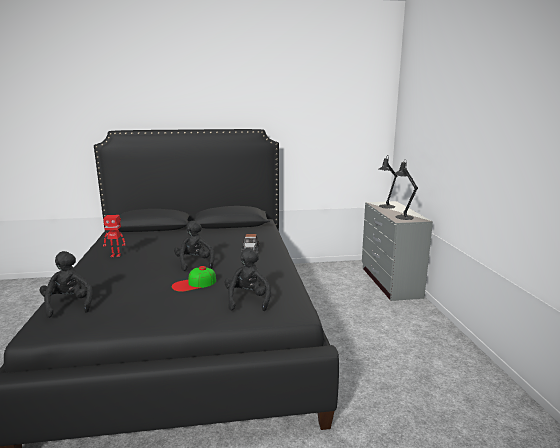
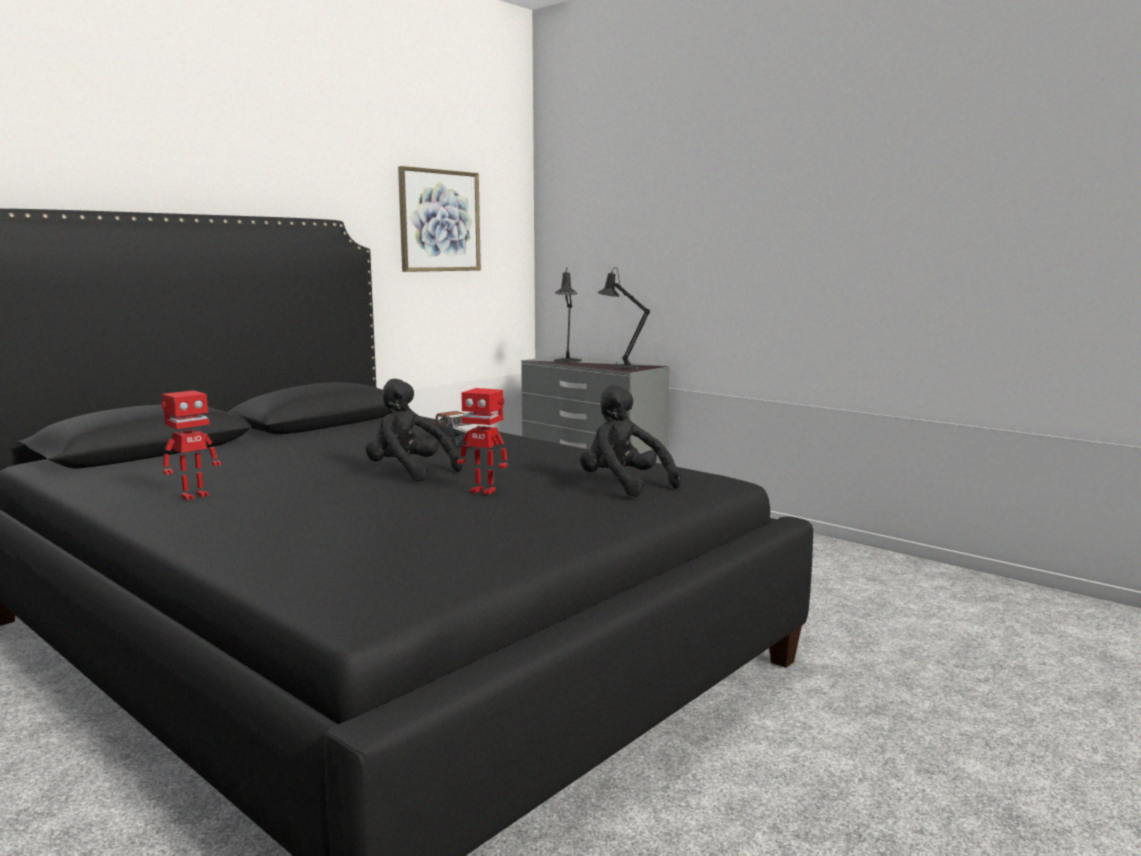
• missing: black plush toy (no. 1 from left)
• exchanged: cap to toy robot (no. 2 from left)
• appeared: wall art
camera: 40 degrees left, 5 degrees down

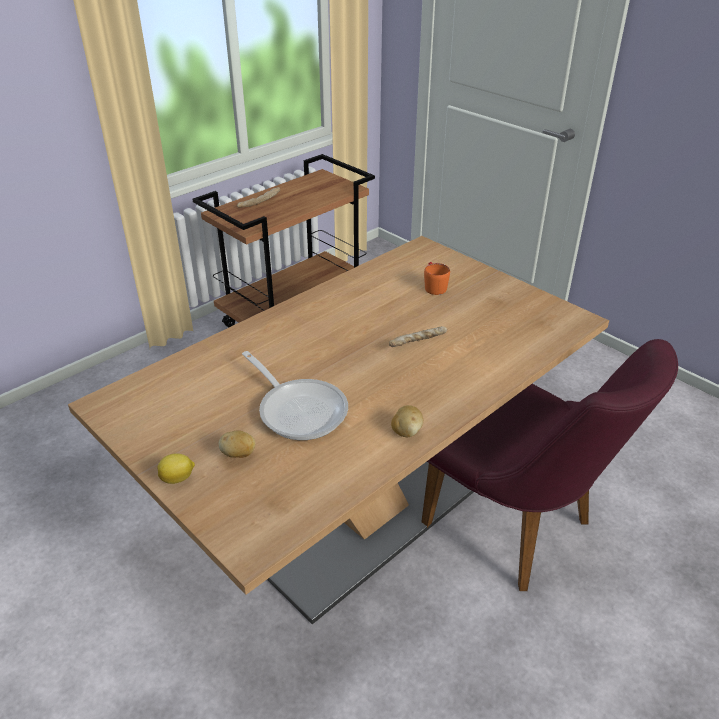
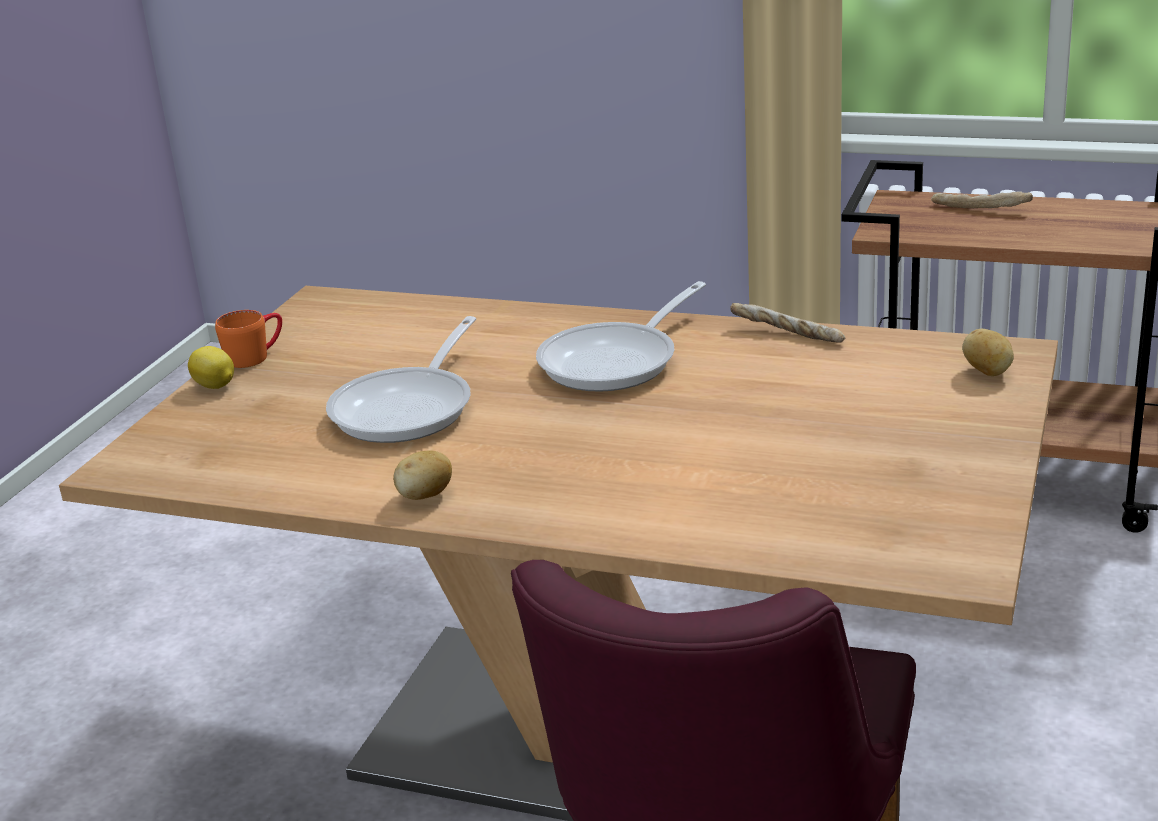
• relocated: spud (no. 1 from left in the first image) to spud (no. 2 from left)
• relocated: bread (no. 2 from left in the first image) to bread (no. 1 from left)
• relocated: orangey tea mug
• appeared: frying pan (no. 2 from left)
camera: 65 degrees right, 10 degrees down

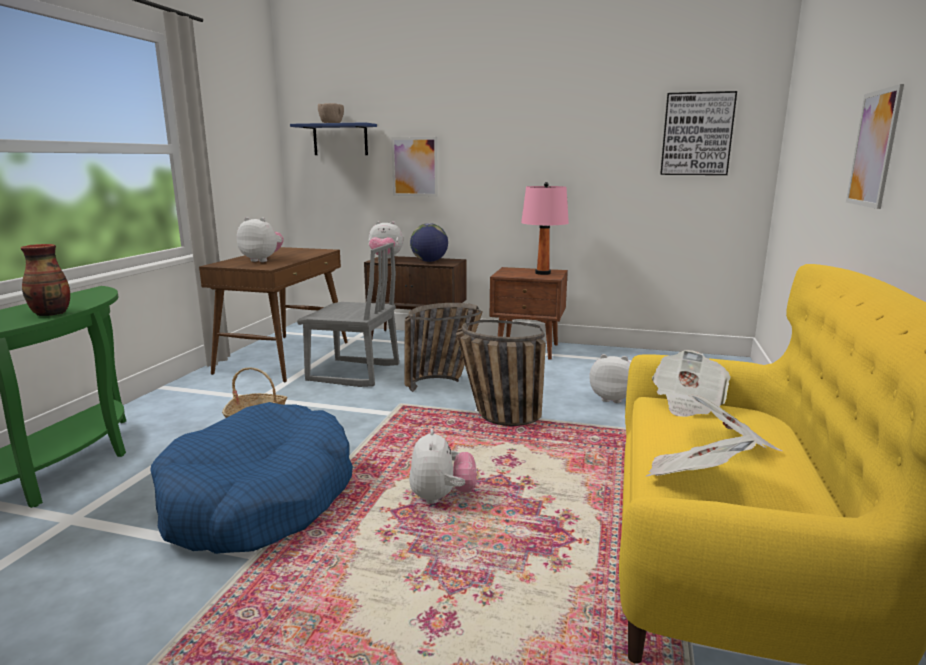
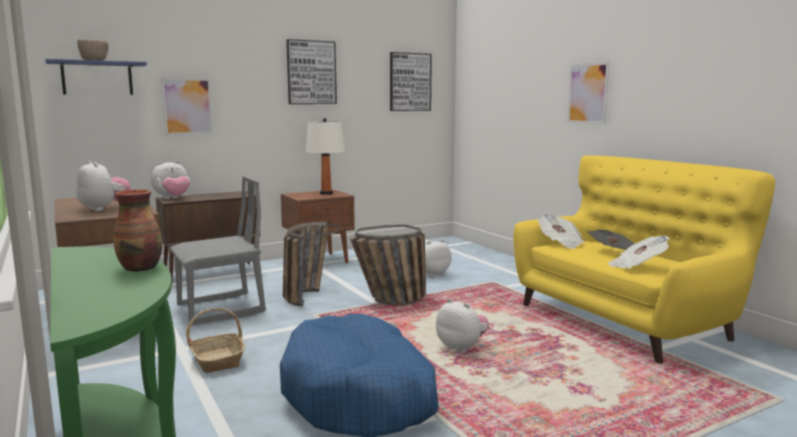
• spun: plush toy (no. 1 from left) 75 degrees clockwise
• missing: desk globe
• colour: pink-coloured tabletop lamp to white tabletop lamp
• appeared: wall art (no. 2 from left)
camera: 45 degrees left, 5 degrees down

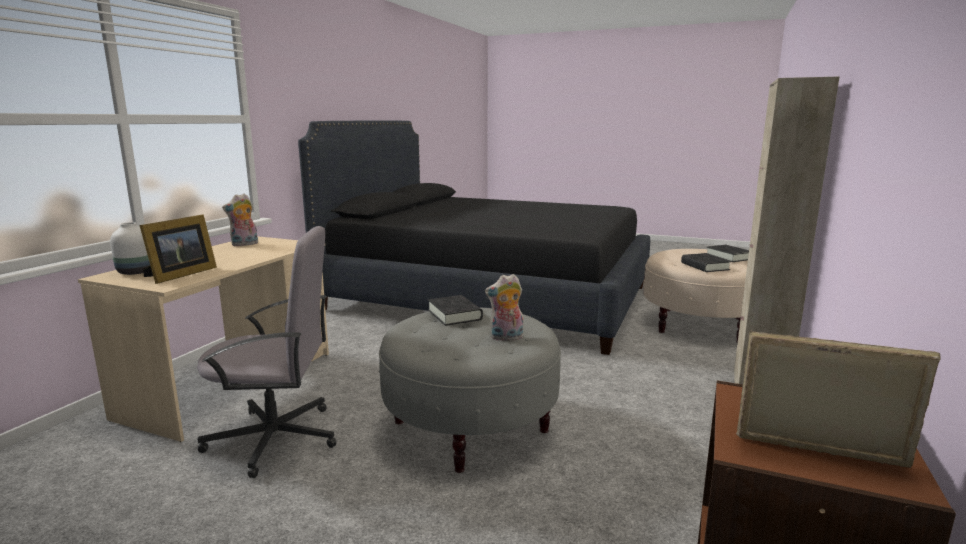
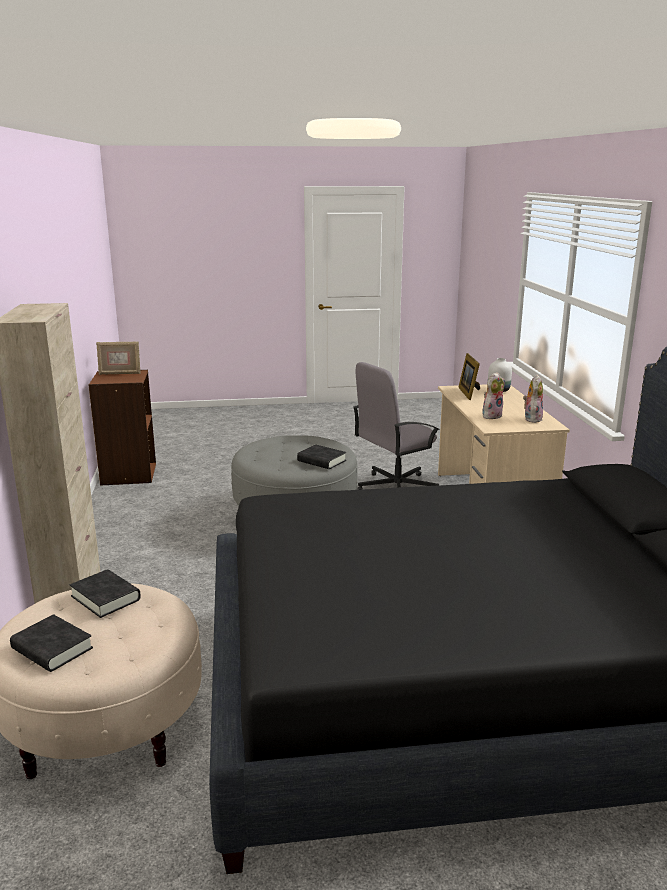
• relocated: plush toy (no. 2 from left in the first image) to plush toy (no. 1 from left)
camera: 150 degrees right, 5 degrees up

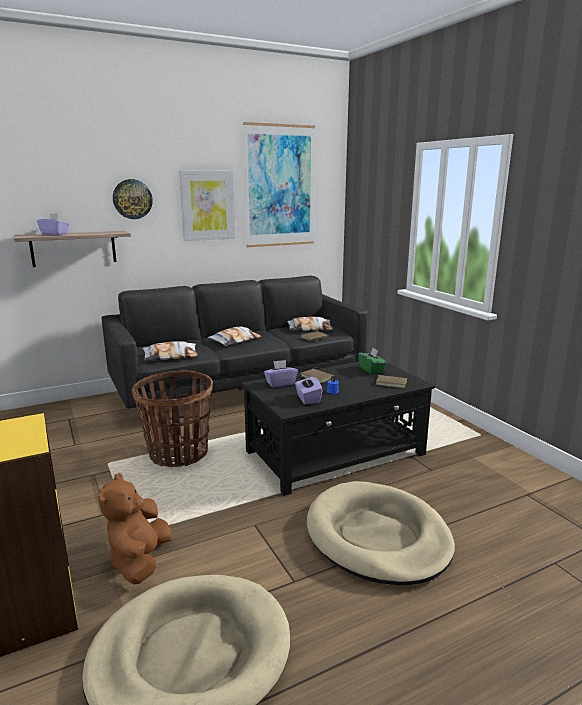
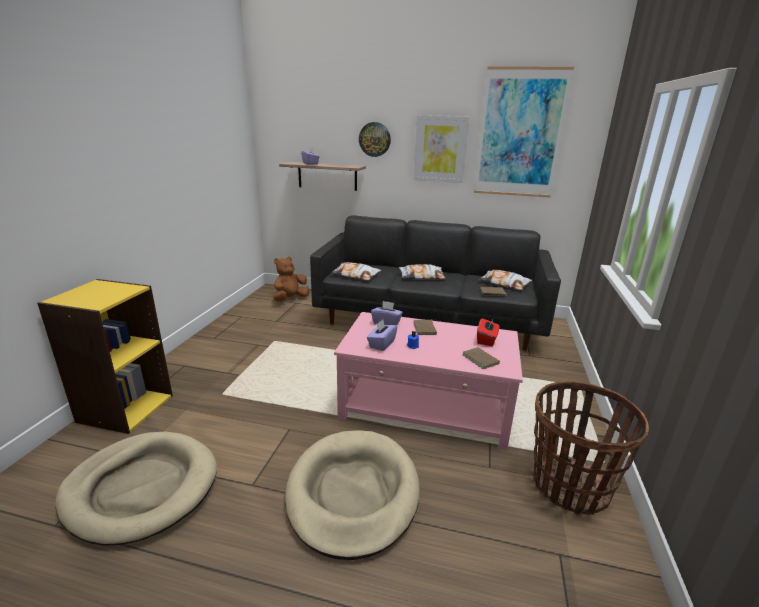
• relocated: brown plush toy
• relocated: household basket
• colour: black coffee table to pink-coloured coffee table
• colour: green-coloured box of tissues to red box of tissues
camera: 40 degrees right, 5 degrees up

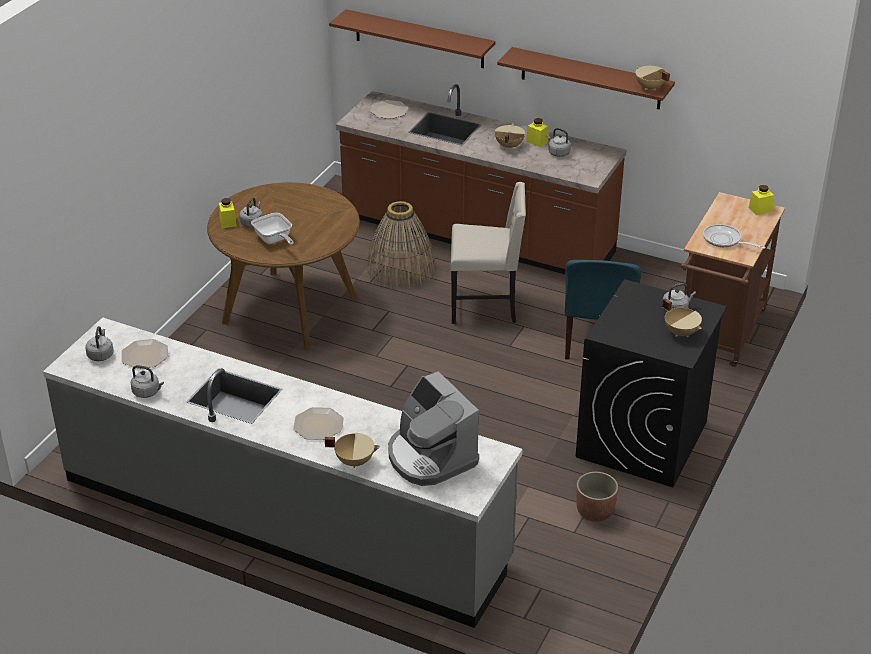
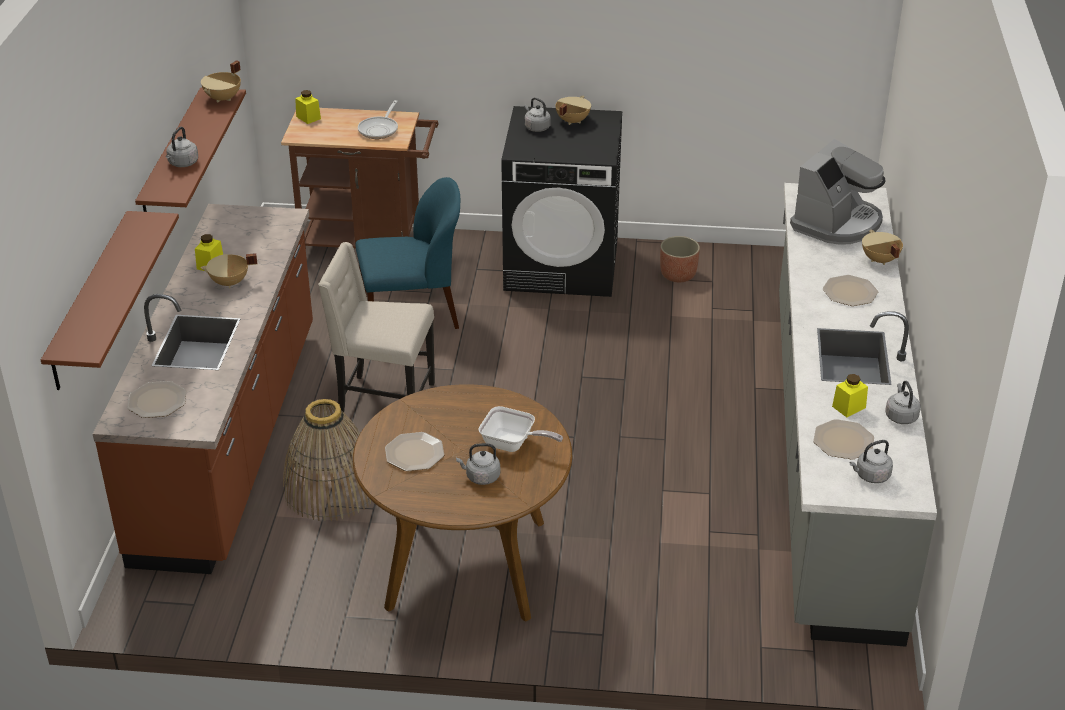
• relocated: yellowish storage jar (no. 1 from left in the first image) to yellowish storage jar (no. 3 from left)
• spun: frying pan (no. 1 from left in the first image) 75 degrees clockwise
• spun: sand-coloured upright chair 60 degrees counterclockwise
• relocated: grey kettle (no. 4 from left in the first image) to grey kettle (no. 1 from left)
• appeared: plate (no. 2 from left)
camera: 110 degrees left, 0 degrees up

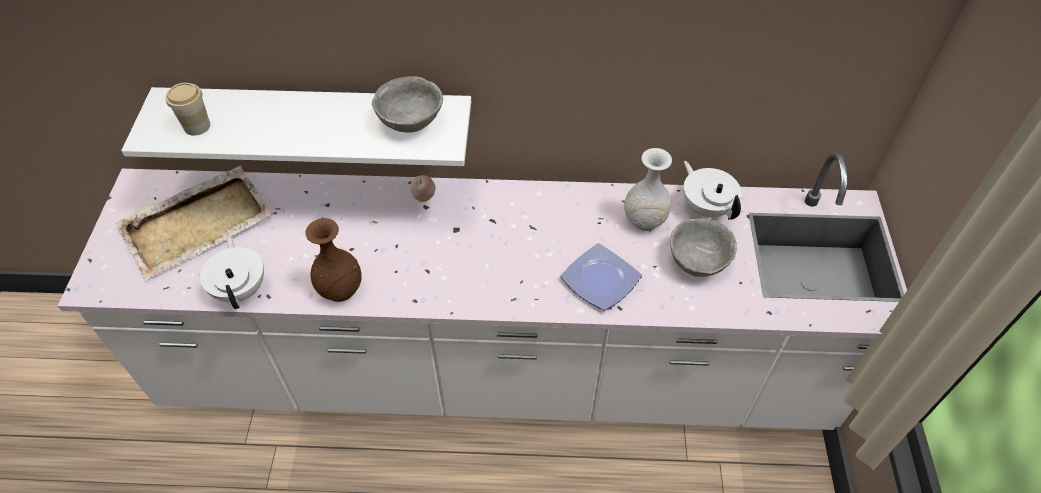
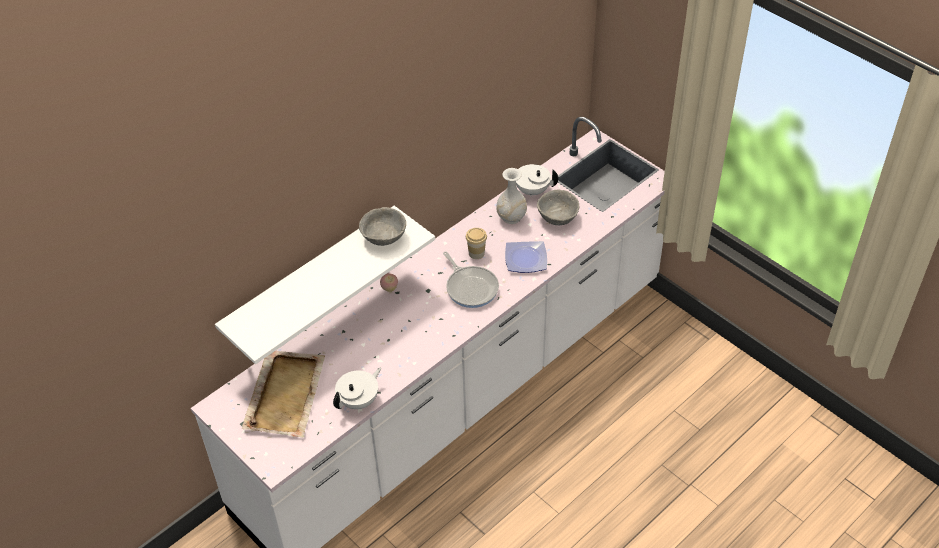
• relocated: small cup
• spun: white teapot (no. 1 from left) 105 degrees clockwise
• missing: brown vase
• appeared: frying pan
camera: 45 degrees left, 5 degrees down

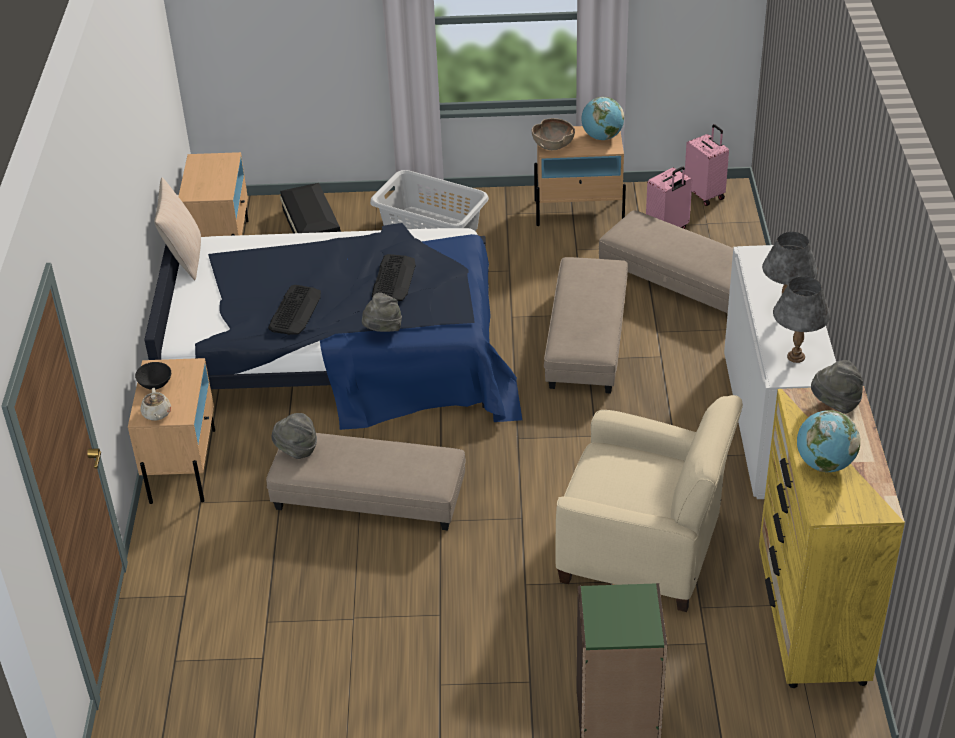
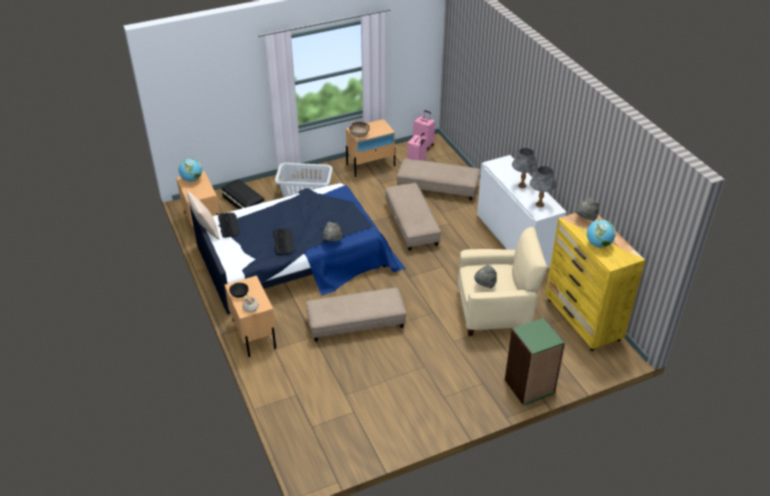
• relocated: grey clothing hat (no. 1 from left in the first image) to grey clothing hat (no. 2 from left)
• relocated: PC keyboard (no. 2 from left in the first image) to PC keyboard (no. 1 from left)
• relocated: desk globe (no. 1 from left)
camera: 25 degrees left, 0 degrees up

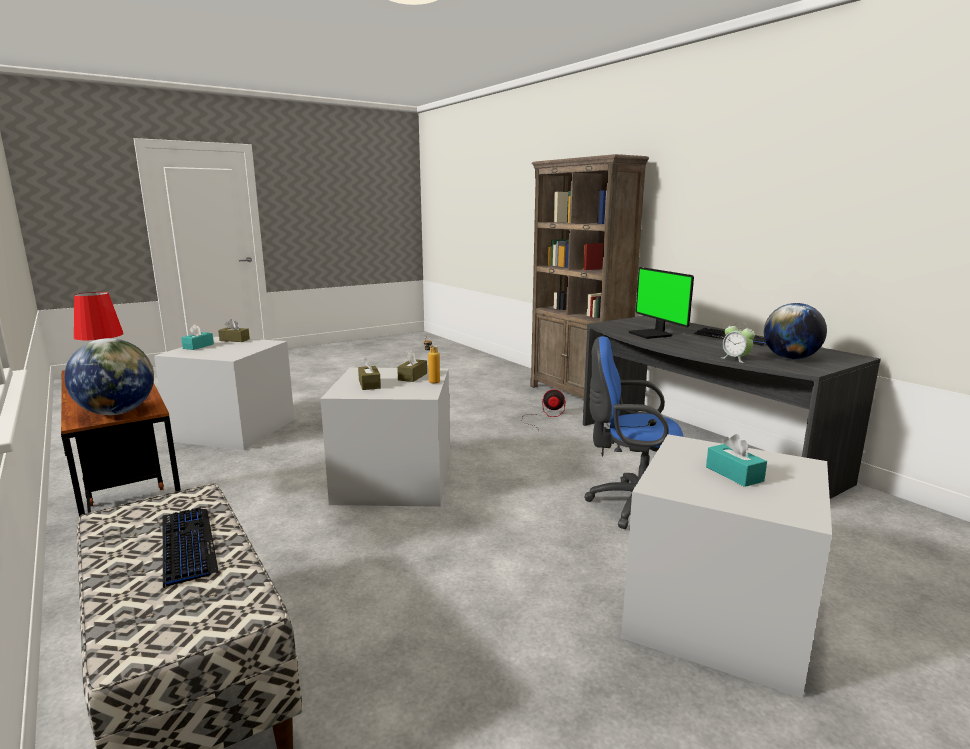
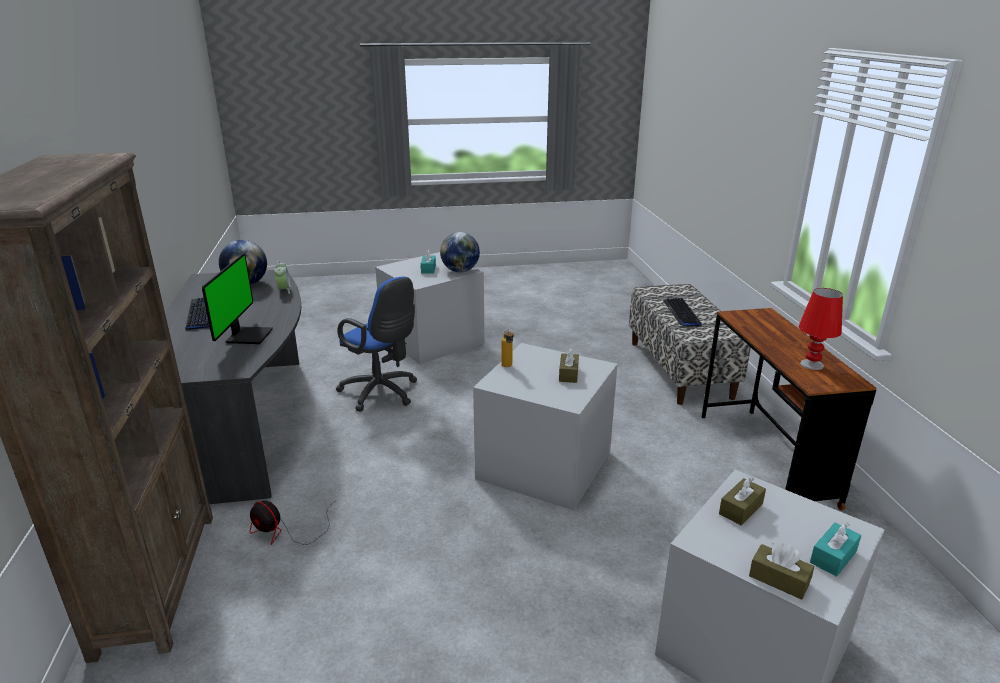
• relocated: desk globe (no. 1 from left in the first image) to desk globe (no. 2 from left)
• relocated: brown box of tissues (no. 3 from left in the first image) to brown box of tissues (no. 2 from left)
camera: 155 degrees left, 10 degrees up

